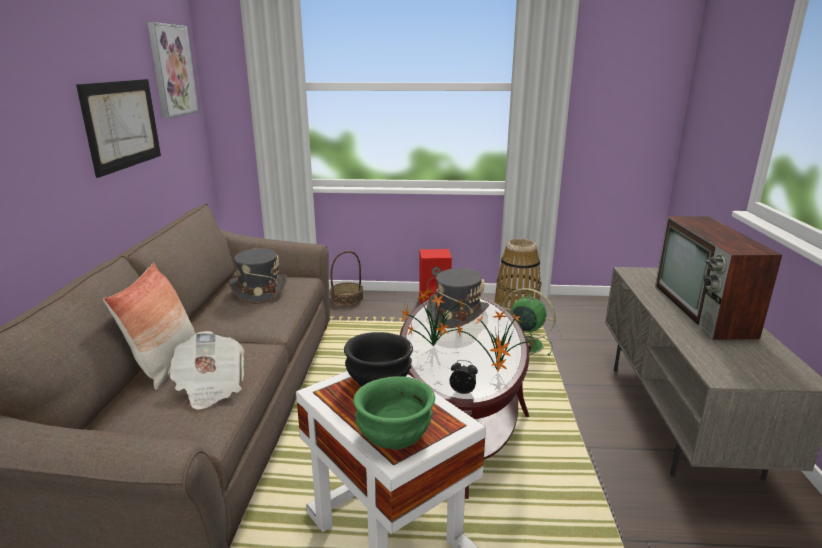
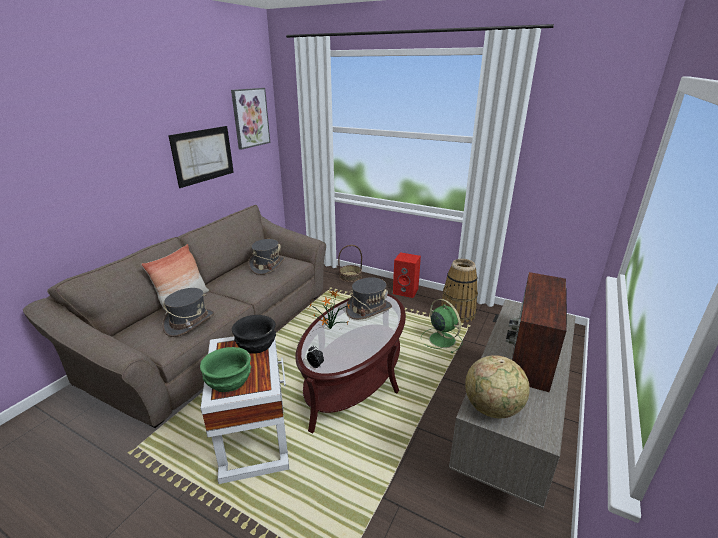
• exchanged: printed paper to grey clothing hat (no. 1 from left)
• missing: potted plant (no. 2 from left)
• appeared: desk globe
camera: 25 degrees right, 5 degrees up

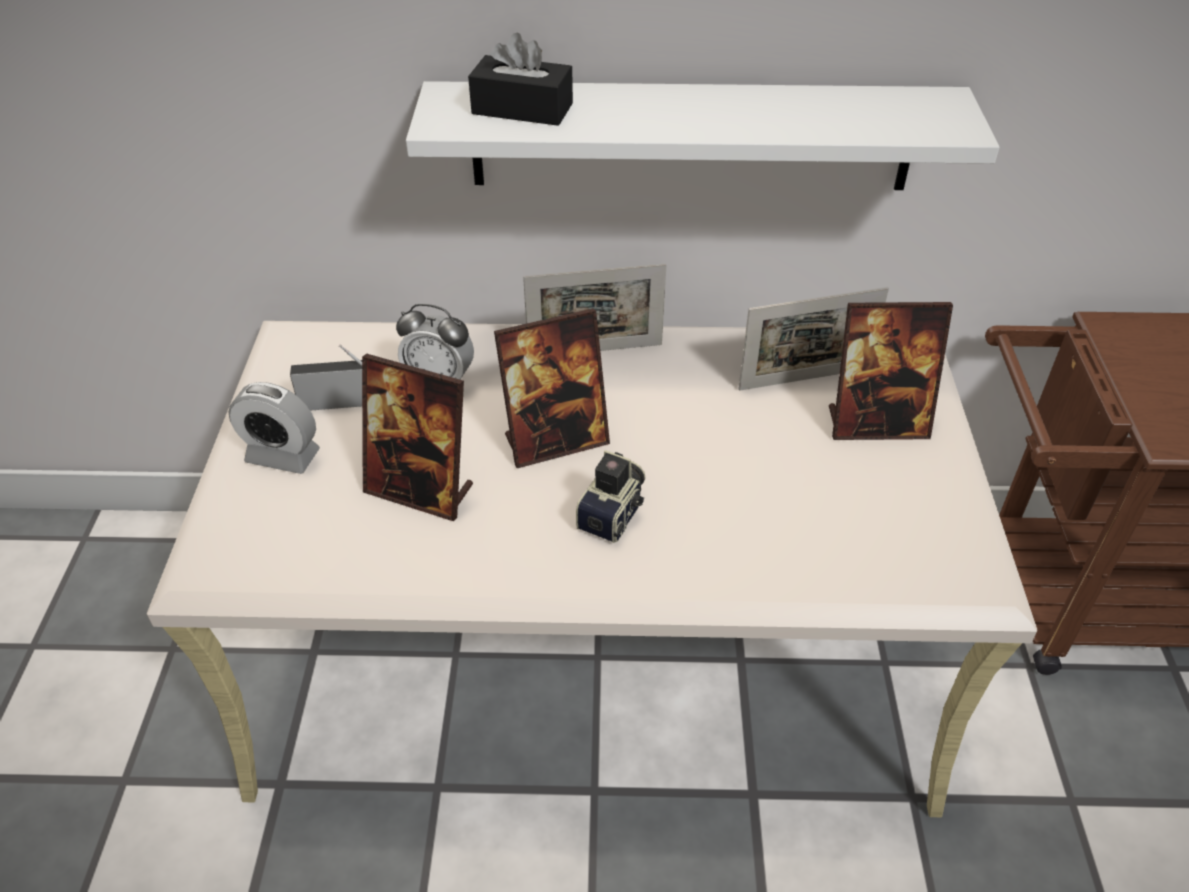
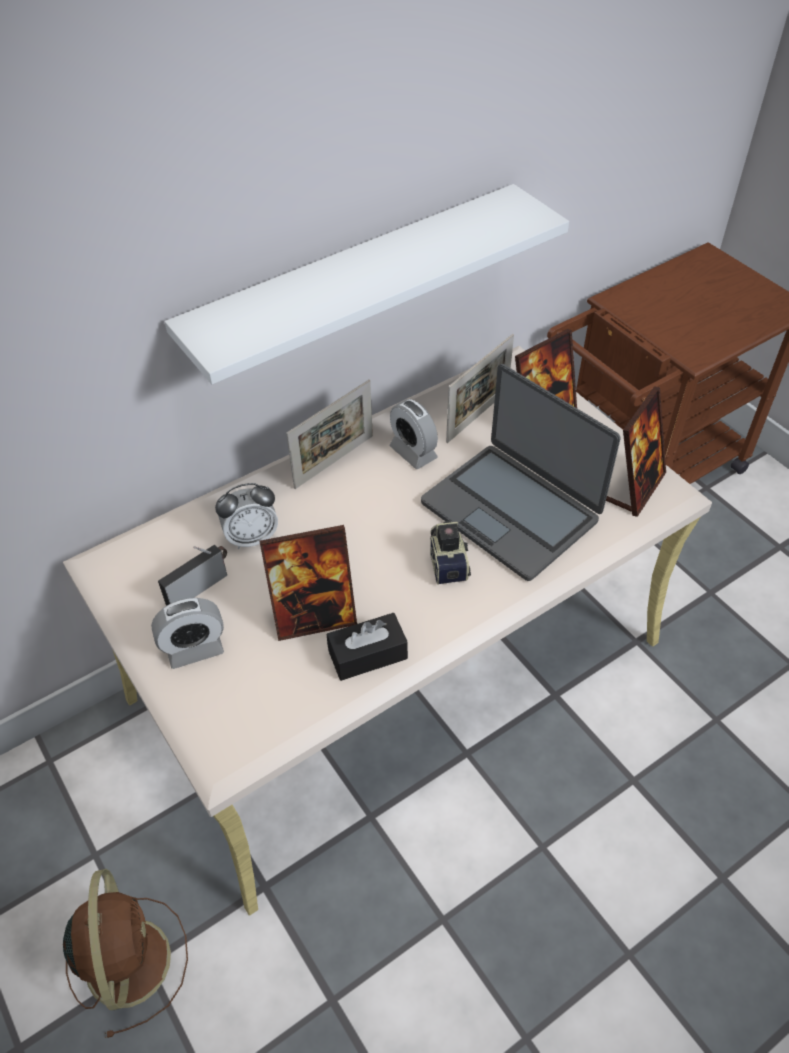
• relocated: black box of tissues
• relocated: photo frame (no. 2 from left in the first image) to photo frame (no. 5 from left)
• appeared: brown fan
• appeared: table clock (no. 3 from left)
• appeared: laptop
camera: 35 degrees left, 5 degrees up

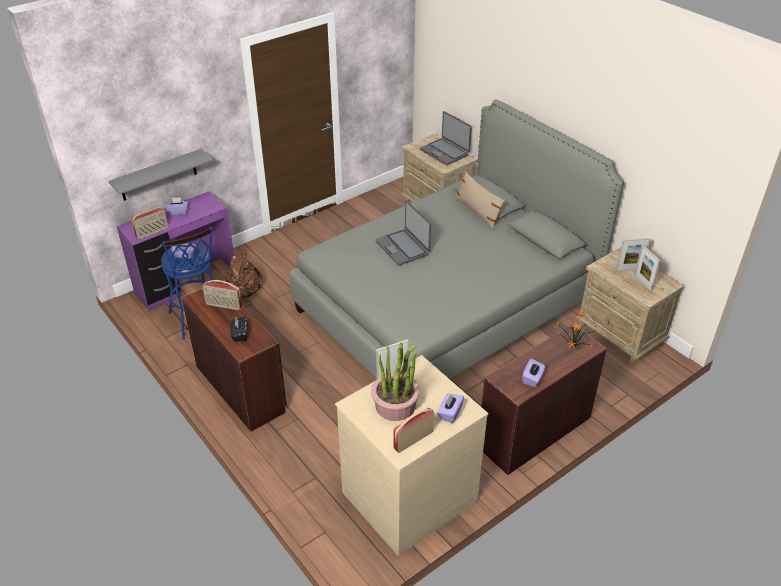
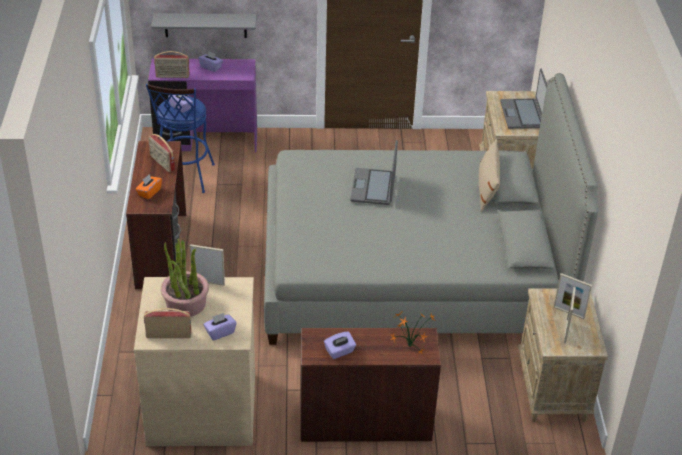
• missing: brown knapsack
• colour: black box of tissues to orangey box of tissues
camera: 35 degrees right, 0 degrees up

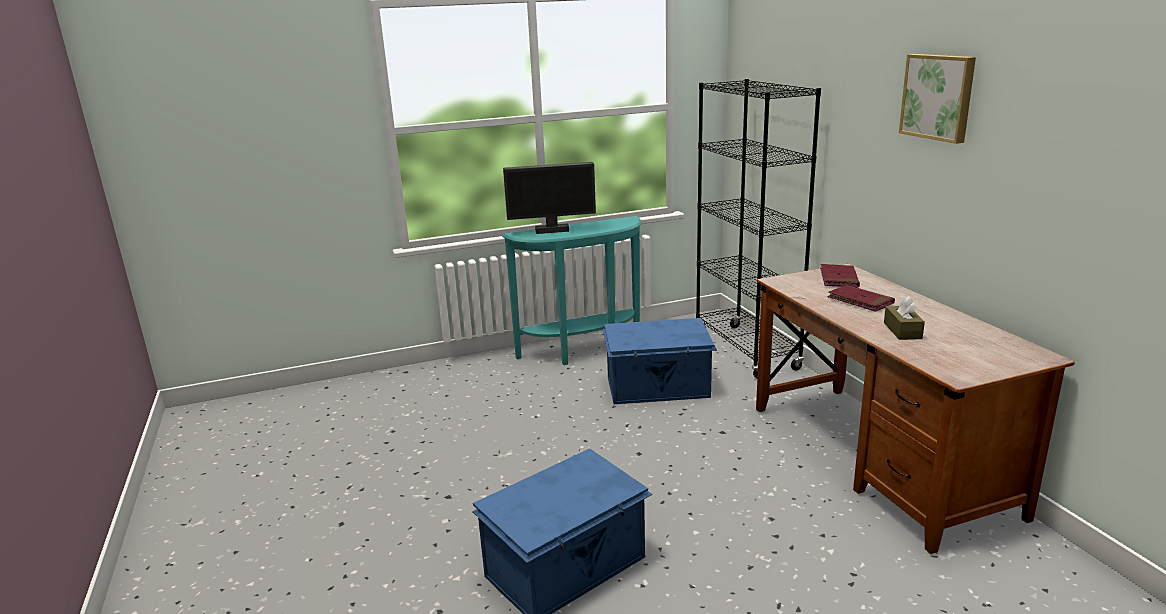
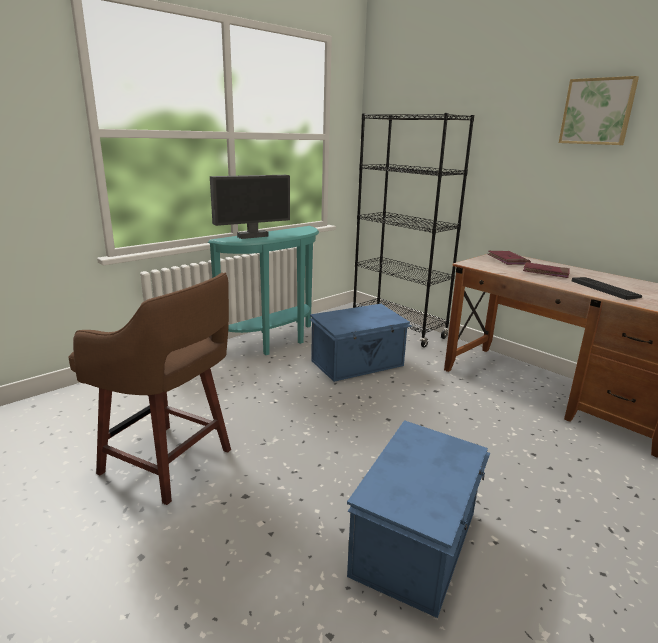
• exchanged: brown box of tissues to PC keyboard
• appeared: brown sitting stool
camera: 25 degrees left, 0 degrees up

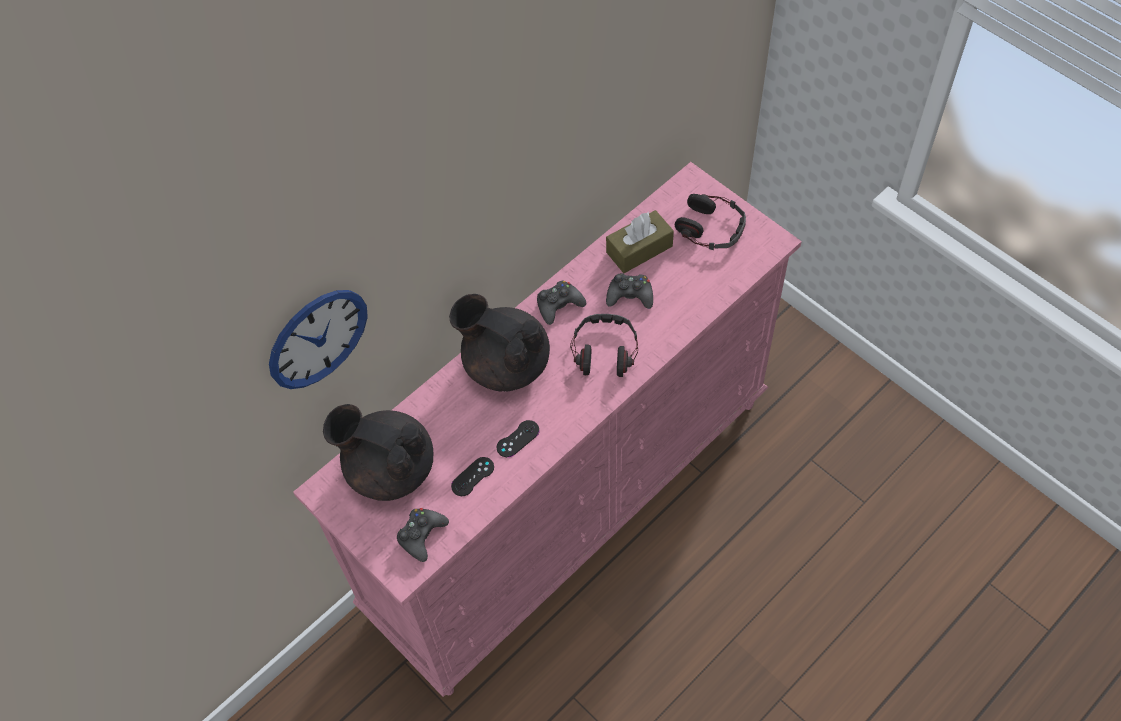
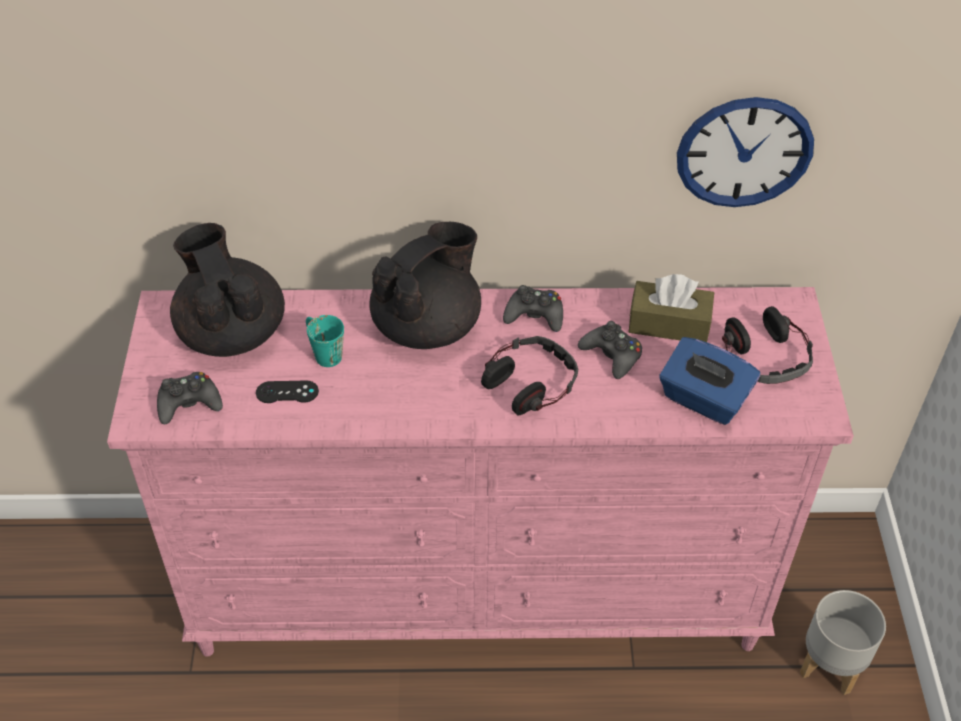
• relocated: wall clock
• spun: black teapot (no. 2 from left) 60 degrees clockwise
• missing: black joypad (no. 3 from left)
• appeared: turquoise tea mug
• appeared: bluish box of tissues
• appeared: grey flower pot
camera: 40 degrees right, 10 degrees down

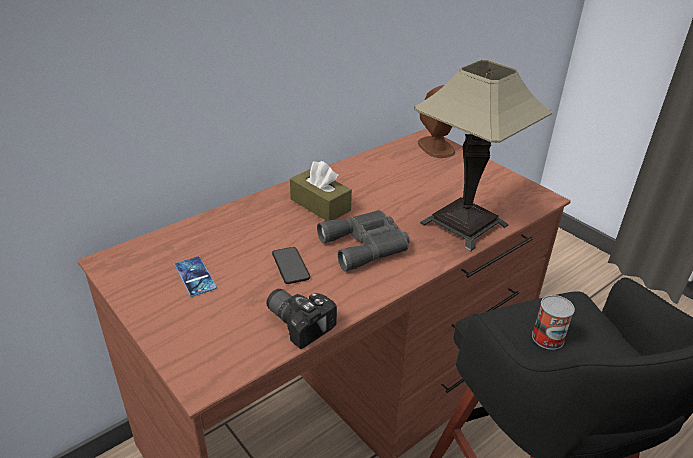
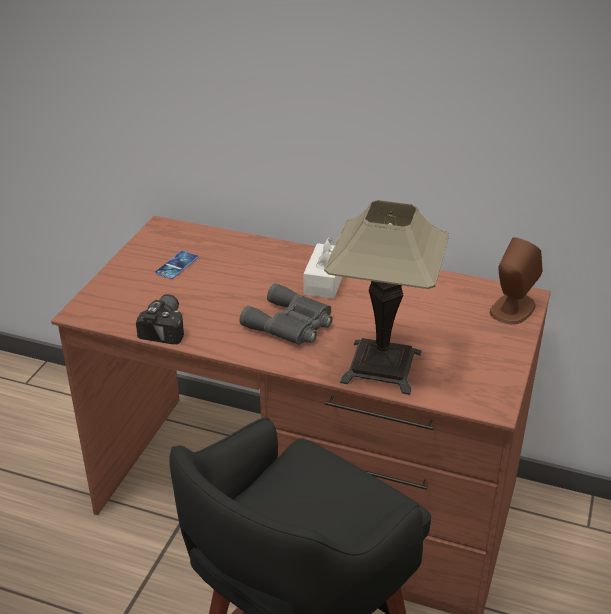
• missing: phone (no. 2 from left)
• colour: brown box of tissues to white box of tissues
• missing: can
camera: 60 degrees right, 0 degrees up

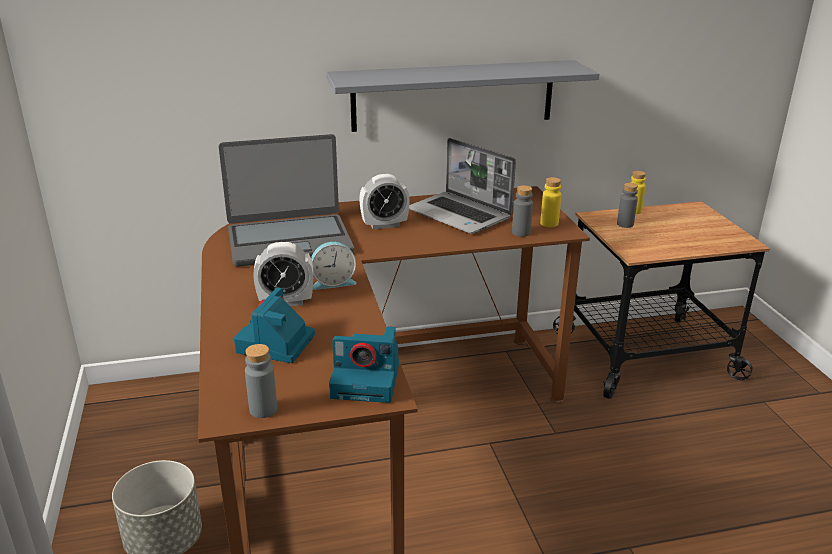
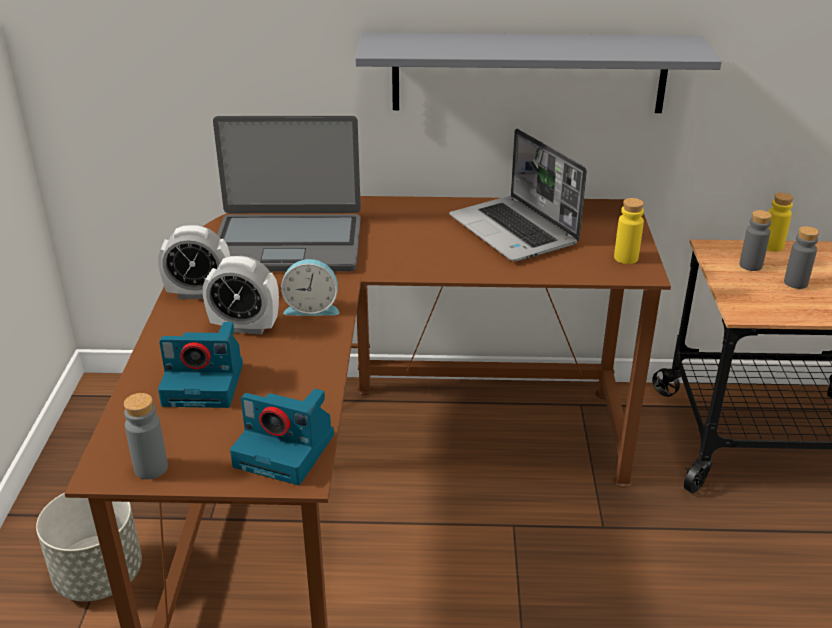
• spun: photo camera (no. 1 from left) 120 degrees counterclockwise
• relocated: table clock (no. 3 from left in the first image) to table clock (no. 1 from left)
• relocated: grey drink bottle (no. 2 from left in the first image) to grey drink bottle (no. 3 from left)
camera: 15 degrees right, 5 degrees up

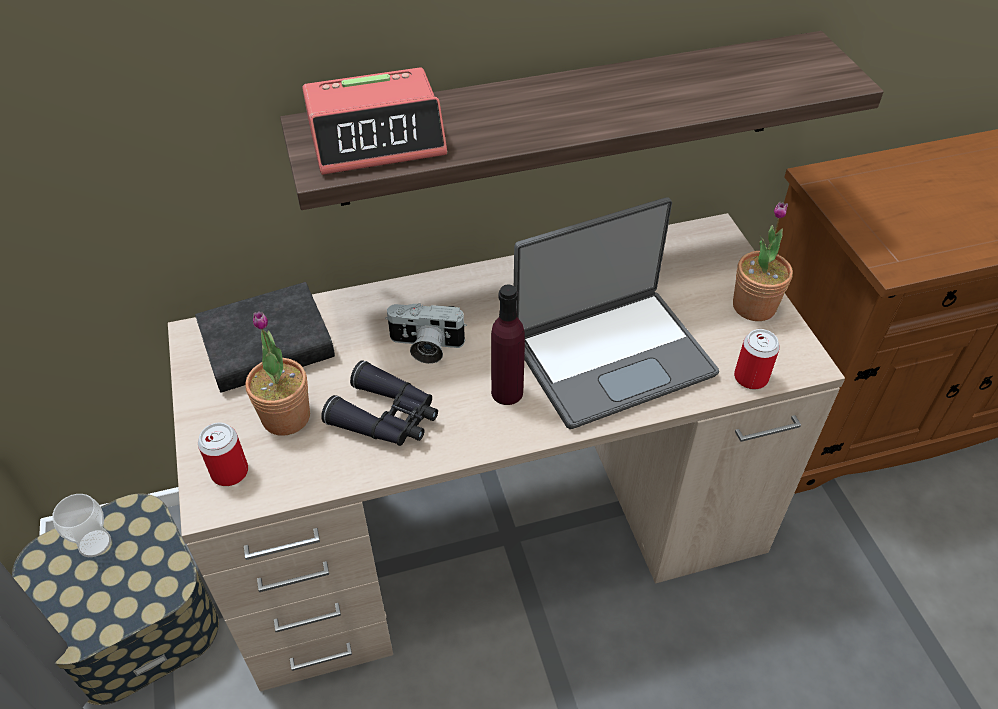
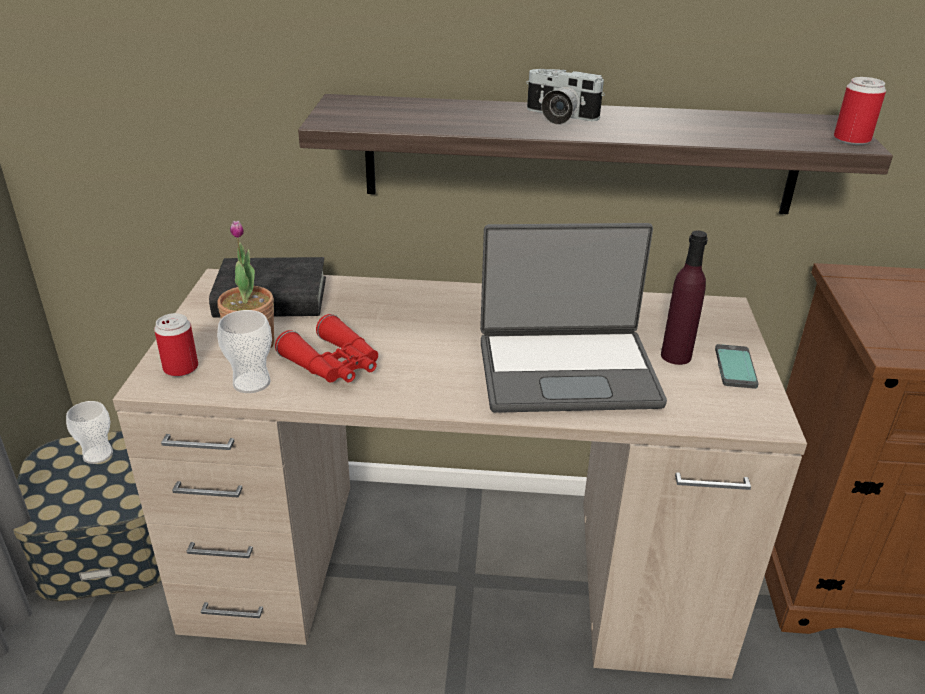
• missing: table clock
• colour: black field glasses to red field glasses
• relocated: photo camera
• relocated: purple-coloured drink bottle
• exchanged: potted plant (no. 2 from left) to phone
• relocated: can (no. 2 from left)
• appeared: small cup (no. 2 from left)
camera: 20 degrees right, 15 degrees down

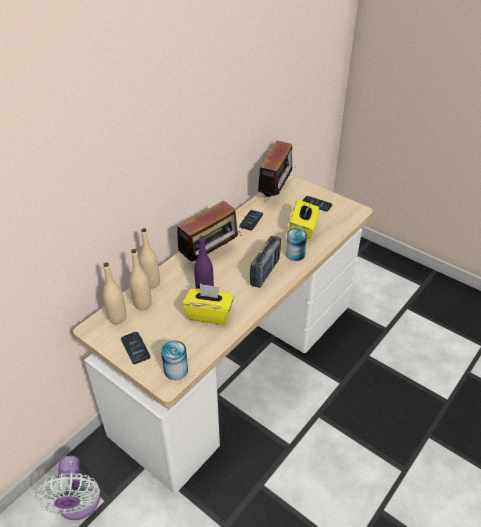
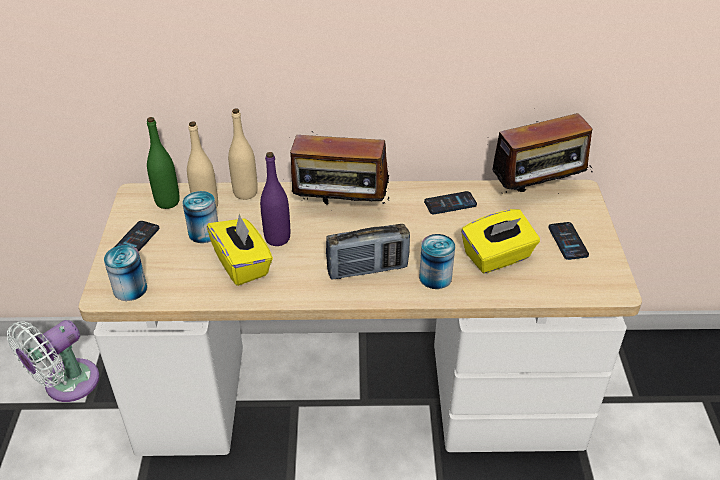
• colour: sand-coloured drink bottle (no. 1 from left) to green-coloured drink bottle
• appeared: can (no. 2 from left)
camera: 50 degrees right, 0 degrees up

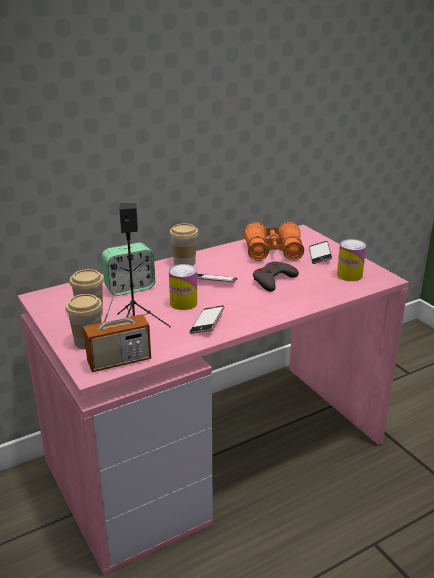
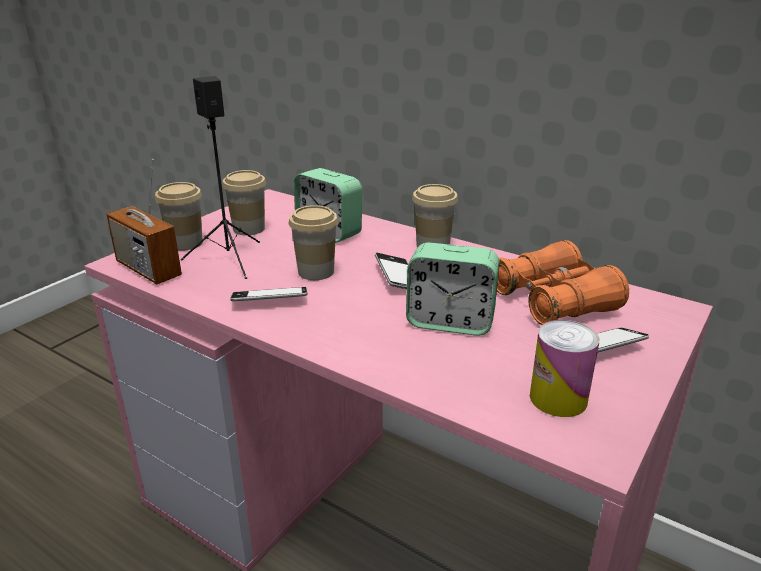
• exchanged: can (no. 1 from left) to small cup (no. 3 from left)
• exchanged: grey joypad to table clock (no. 2 from left)
camera: 65 degrees right, 0 degrees up

